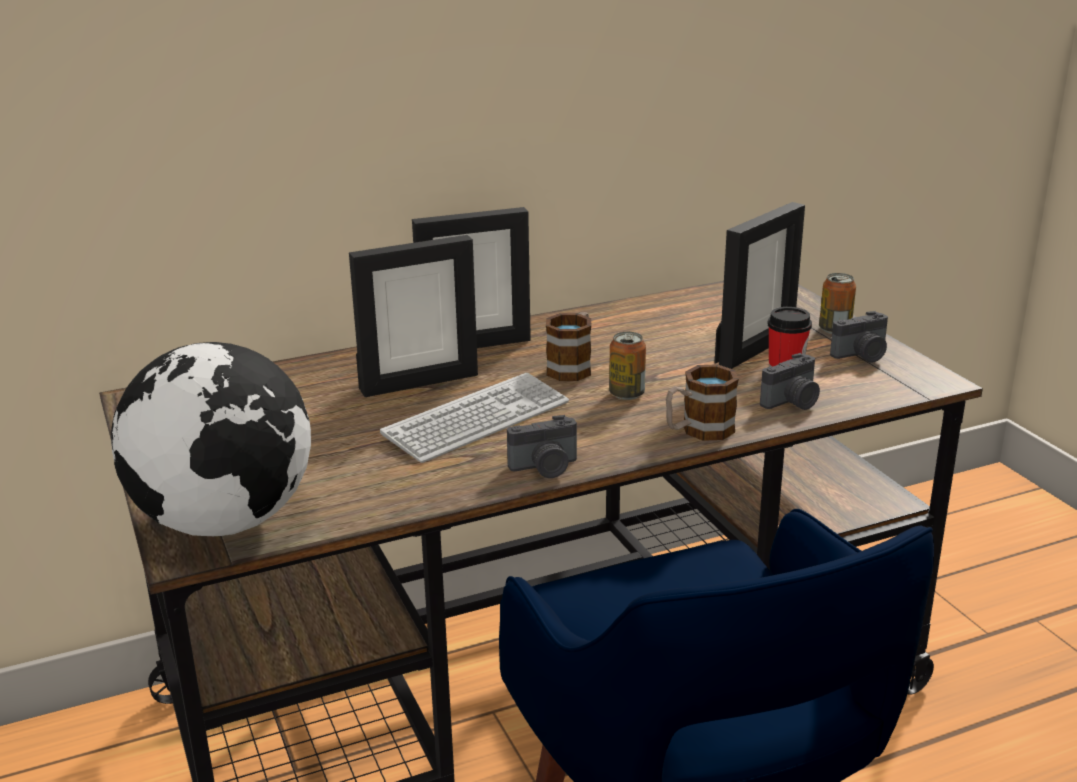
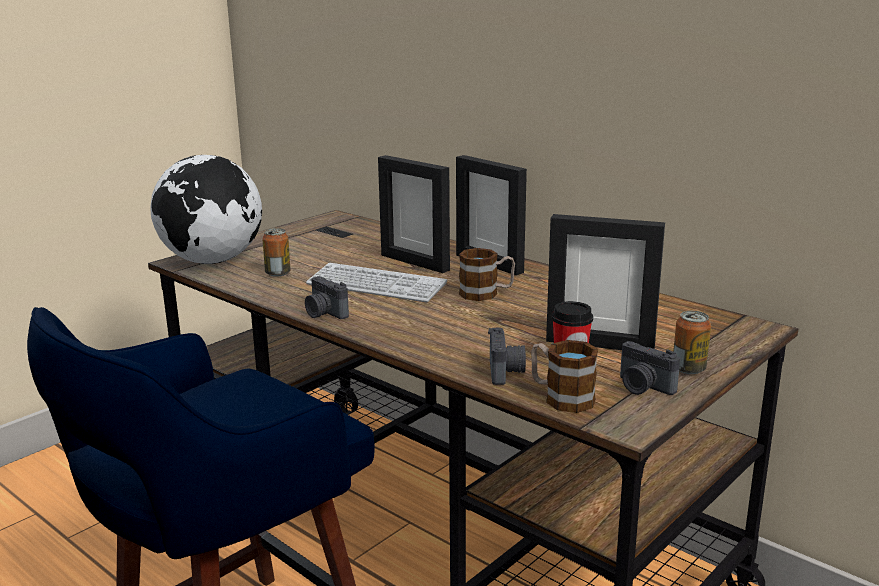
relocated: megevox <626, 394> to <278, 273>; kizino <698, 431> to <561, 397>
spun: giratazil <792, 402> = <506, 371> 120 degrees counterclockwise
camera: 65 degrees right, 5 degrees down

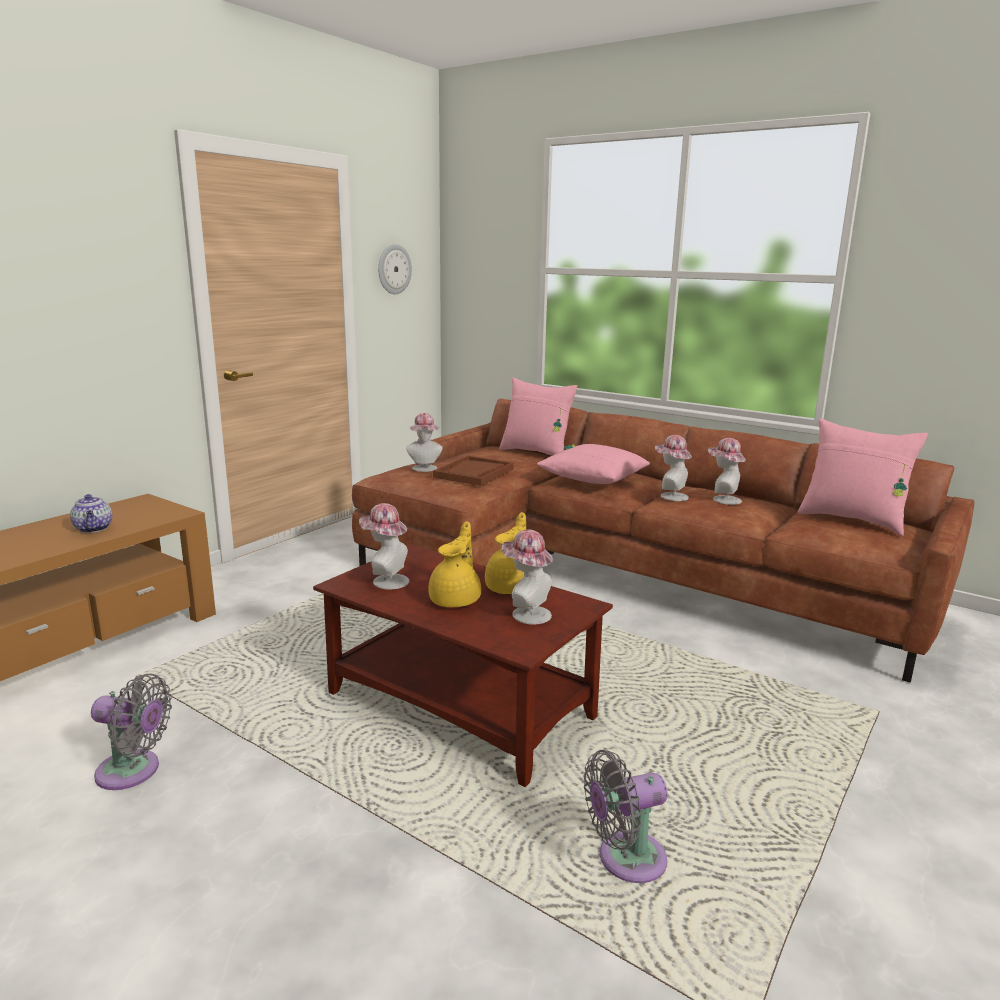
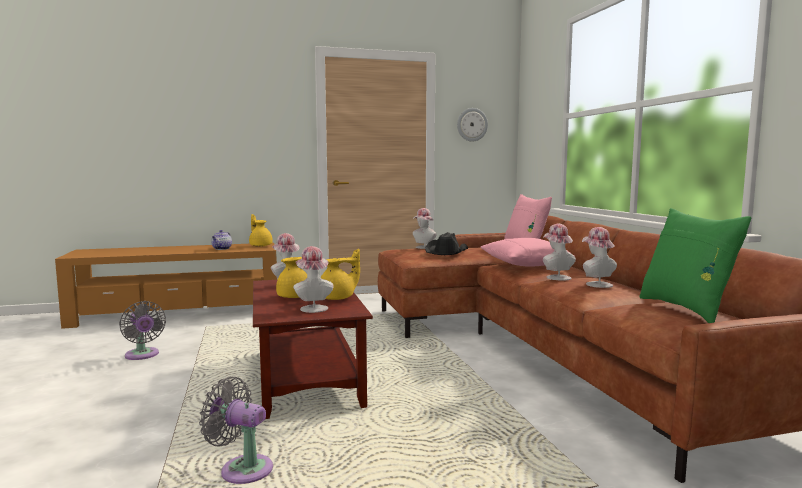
appeared: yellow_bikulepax <260, 245>
exchanged: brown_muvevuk <474, 473> to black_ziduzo <446, 252>
colour: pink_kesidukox <851, 521> to green_kesidukox <685, 310>
camera: 40 degrees right, 10 degrees down

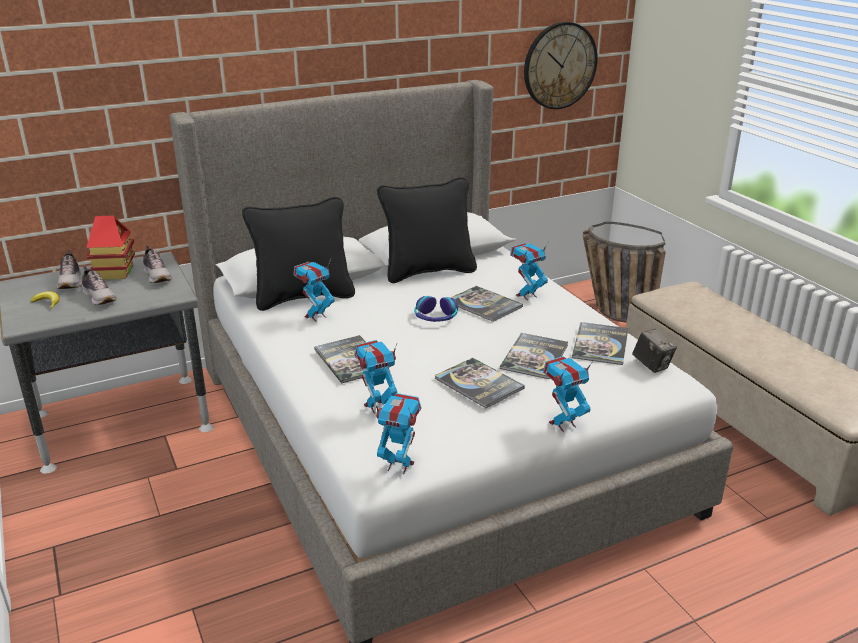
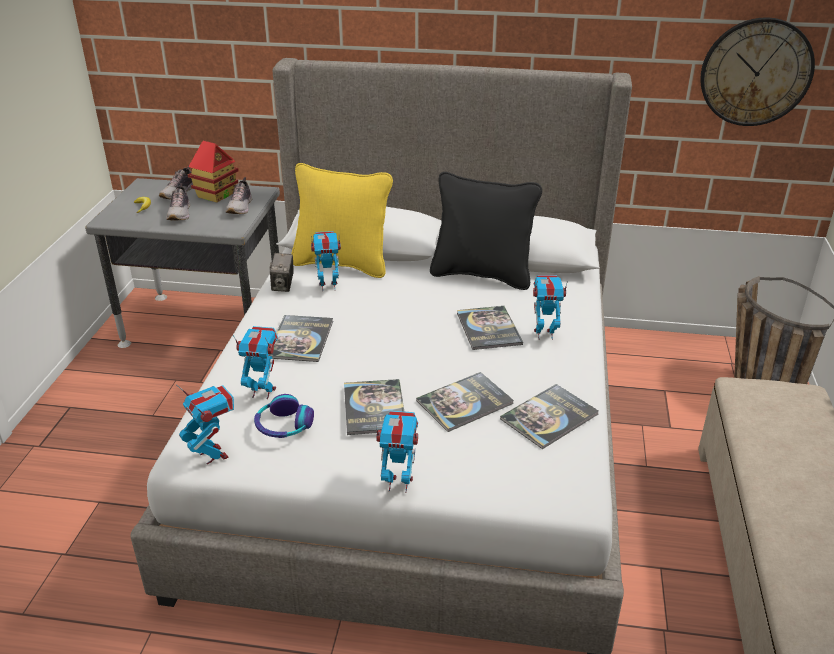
relocated: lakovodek <435, 317> to <283, 426>; giratazil <652, 365> to <283, 286>
colour: black_kesidukox <303, 297> to yellow_kesidukox <342, 264>
camera: 35 degrees right, 5 degrees up

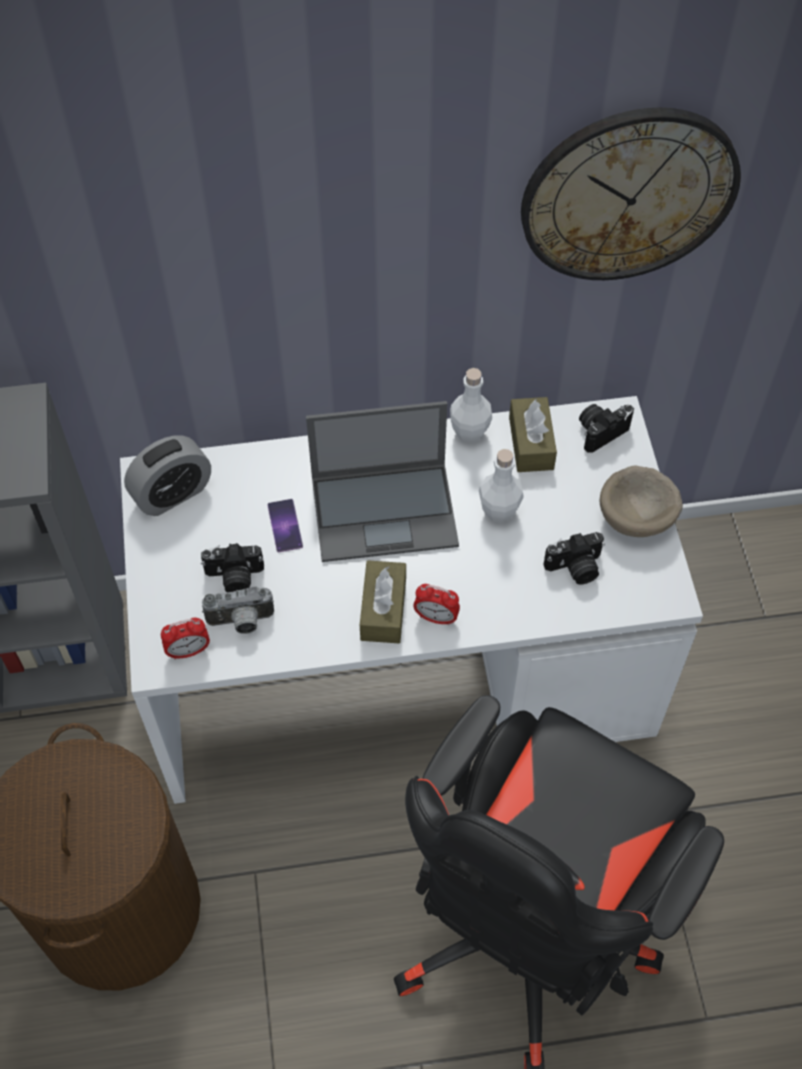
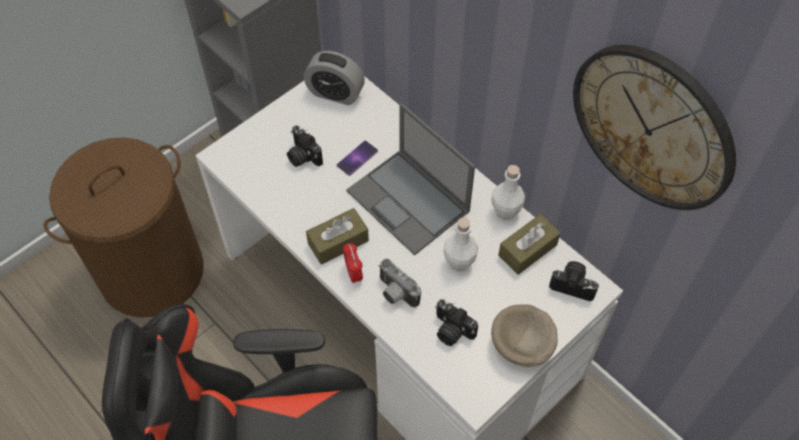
missing: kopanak <188, 651>
relocated: giratazil <241, 622> to <395, 293>
camera: 55 degrees right, 0 degrees up

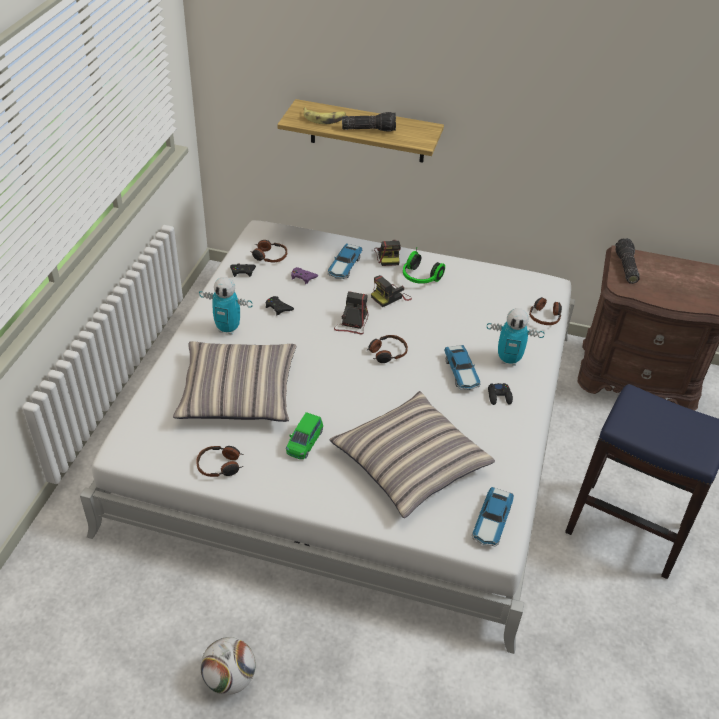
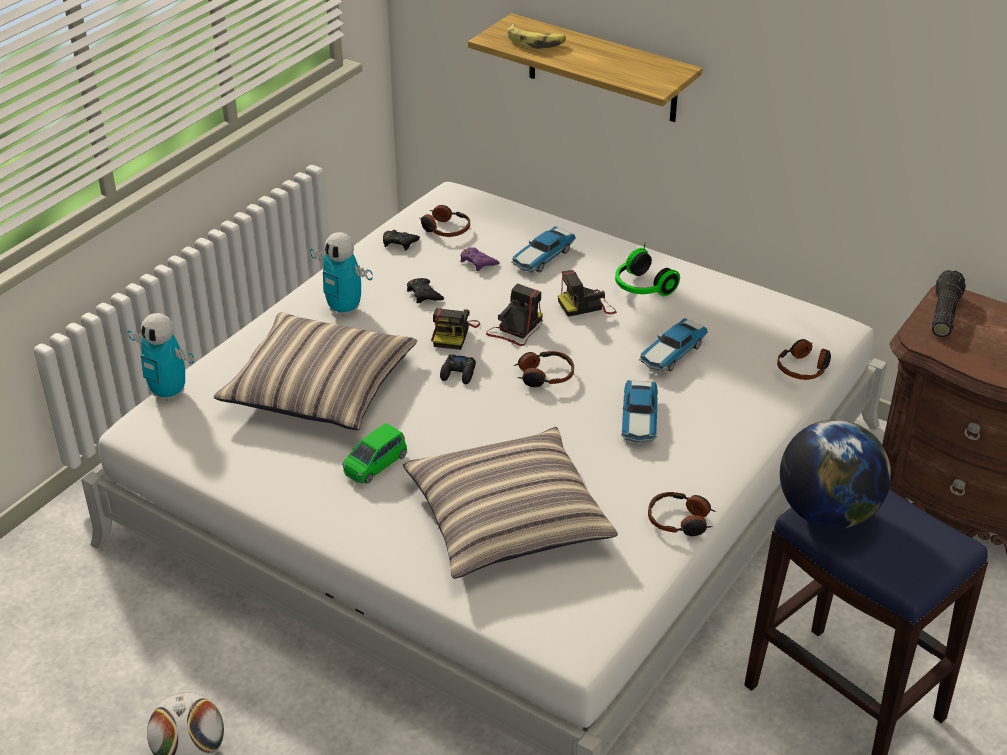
missing: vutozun <369, 129>
appeared: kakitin <827, 513>
relocated: lakovodek <220, 466> to <680, 521>; giratazil <388, 256> to <453, 333>; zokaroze <491, 522> to <671, 353>; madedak <509, 360> to <169, 393>; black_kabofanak <499, 396> to <458, 373>
camera: 20 degrees right, 5 degrees down

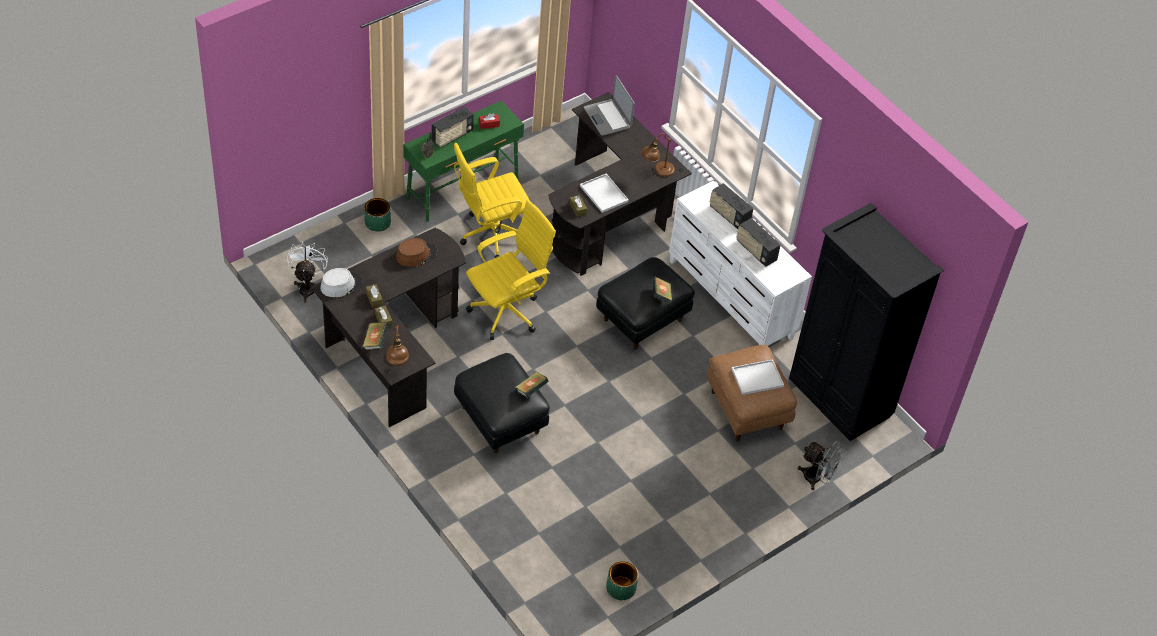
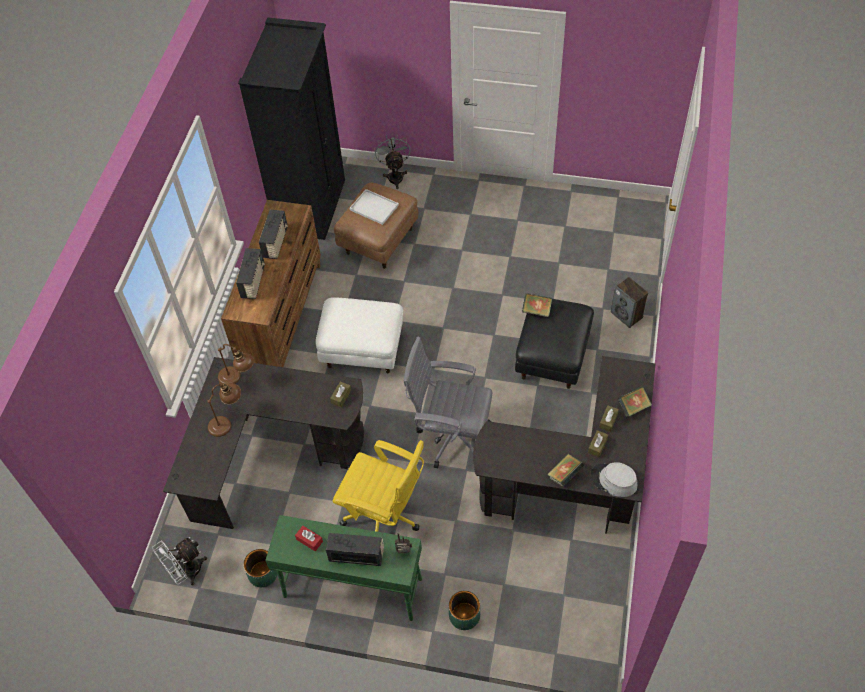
missing: brown_ziduzo <416, 255>; white_muvevuk <603, 193>; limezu <608, 118>
appeared: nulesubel <627, 315>
relocated: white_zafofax <307, 286> to <186, 572>; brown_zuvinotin <398, 364> to <227, 419>; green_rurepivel <621, 588> to <262, 573>; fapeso <661, 296> to <564, 475>
colour: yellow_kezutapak <508, 311> to grey_kezutapak <450, 437>; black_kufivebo <642, 321> to white_kufivebo <363, 351>; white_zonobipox <731, 299> to brown_zonobipox <282, 317>
camera: 125 degrees left, 5 degrees up

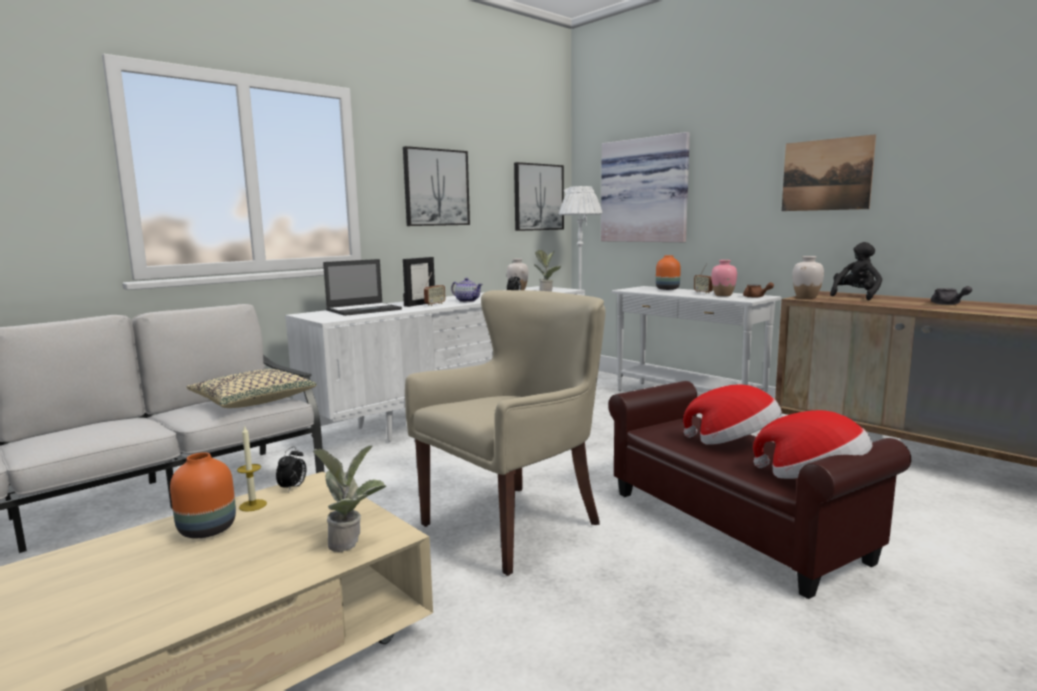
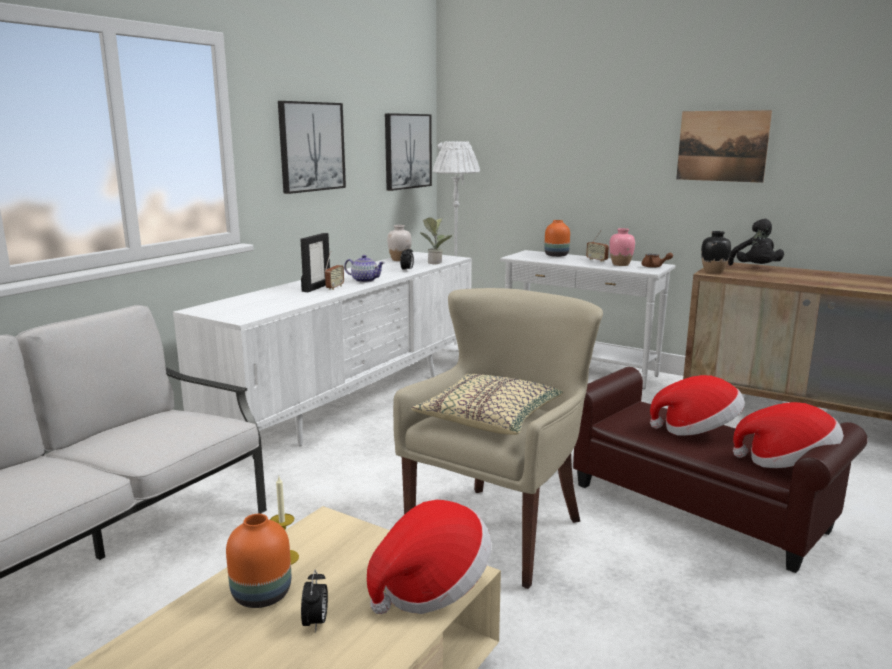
missing: limezu <364, 310>; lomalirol <645, 190>; grey_bikulepax <948, 304>
relocated: beige_kesidukox <253, 400> to <488, 418>; kopanak <293, 488> to <316, 623>
exchanged: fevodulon <352, 542> to ziduzo <431, 587>
colour: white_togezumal <806, 297> to black_togezumal <713, 271>
spun: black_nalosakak <855, 296> = <755, 269> 150 degrees clockwise
camera: 15 degrees left, 5 degrees up

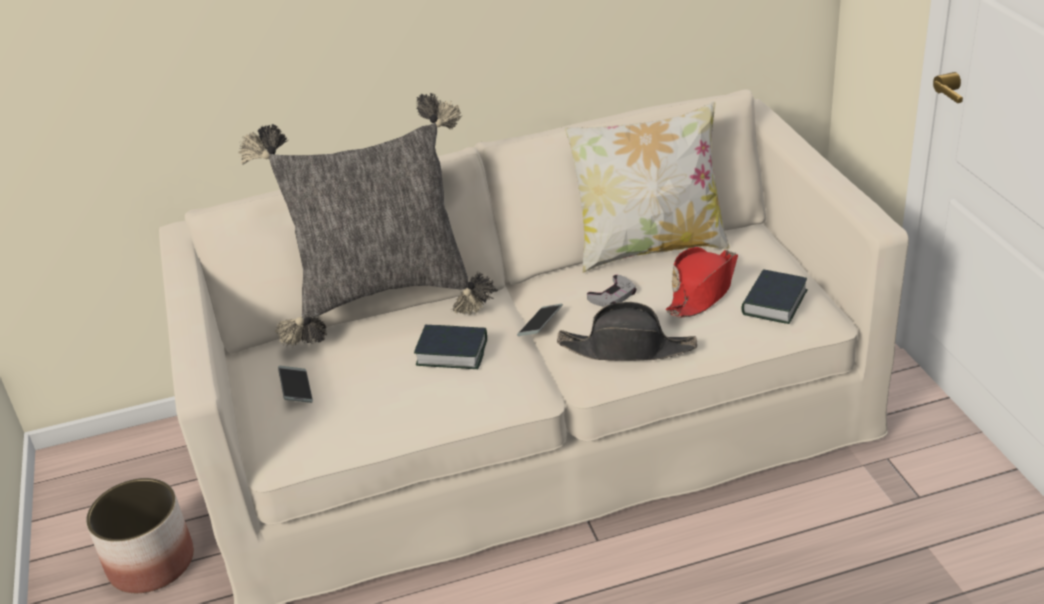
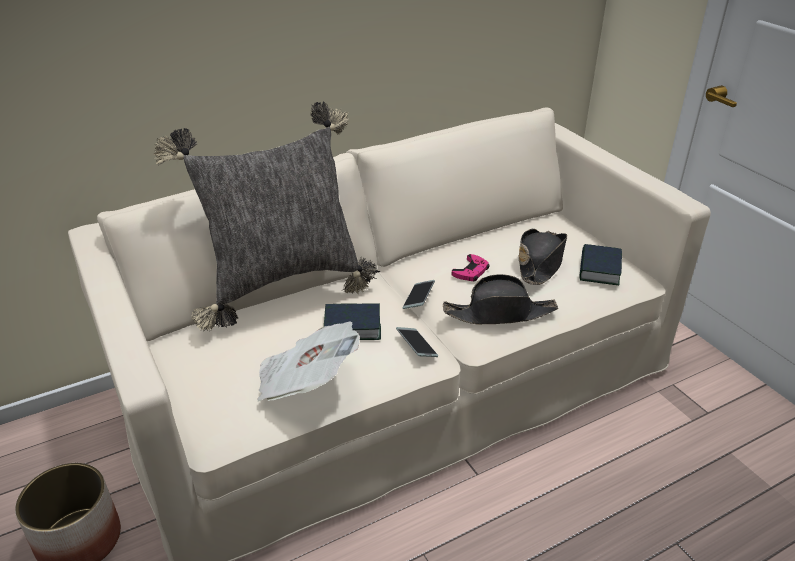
missing: kesidukox <649, 248>
appeared: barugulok <306, 382>
relocated: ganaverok <296, 389> to <416, 346>
colour: grey_kabofanak <613, 296> to pink_kabofanak <471, 271>; red_ziduzo <703, 290> to black_ziduzo <540, 263>
camera: 15 degrees left, 0 degrees up

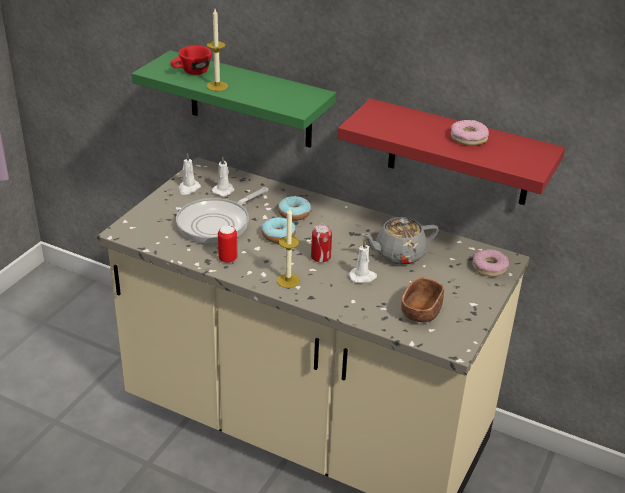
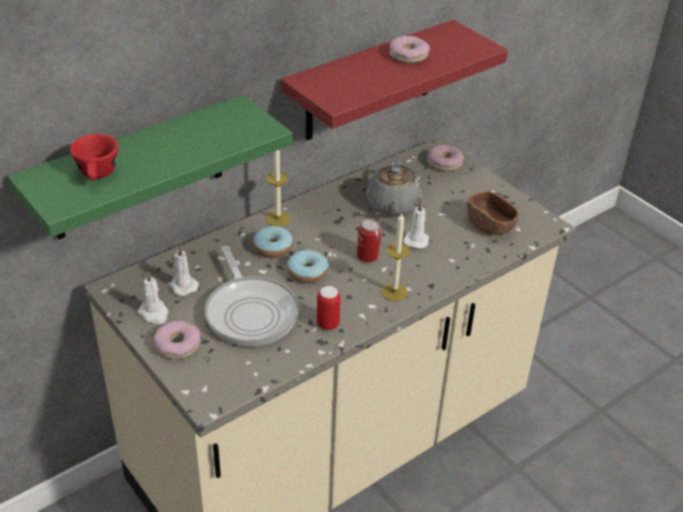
appeared: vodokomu <178, 345>
relocated: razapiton <217, 86> to <277, 219>
camera: 65 degrees left, 5 degrees up

